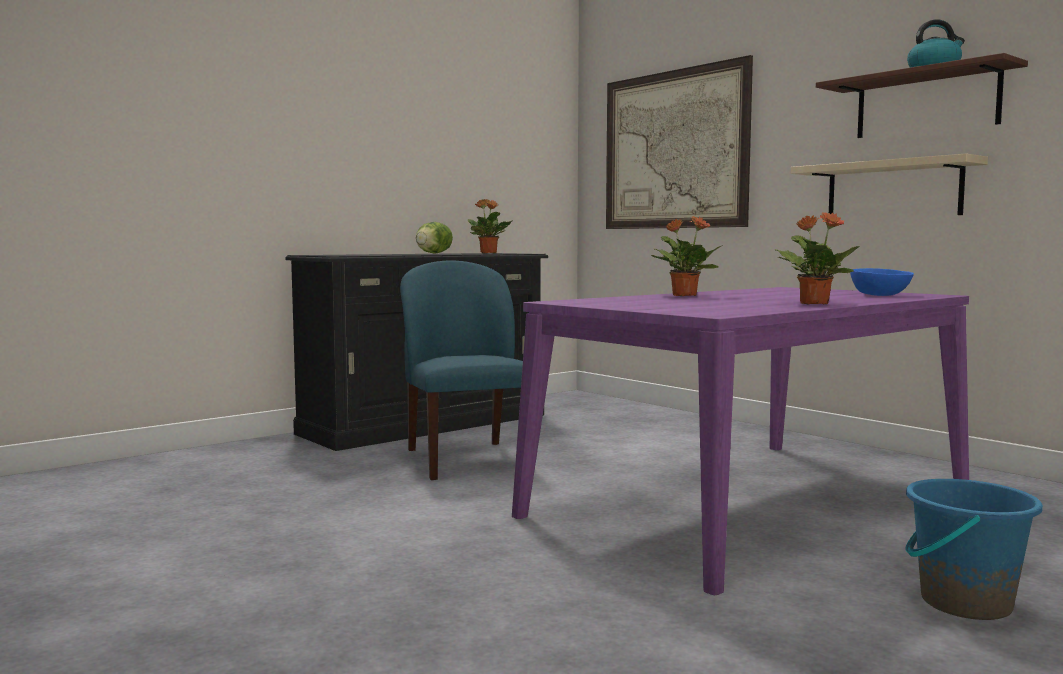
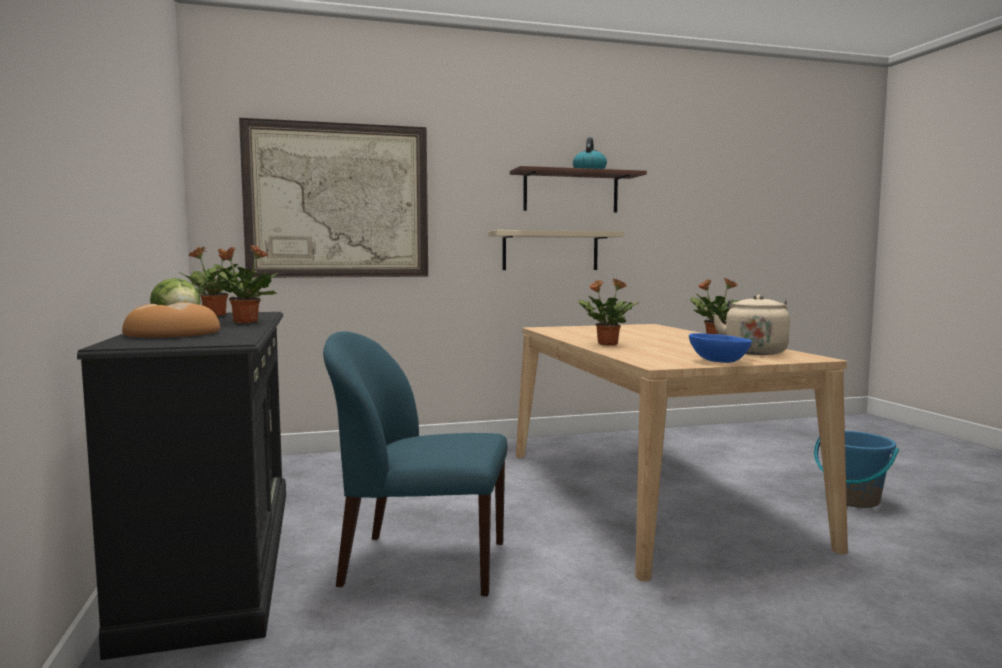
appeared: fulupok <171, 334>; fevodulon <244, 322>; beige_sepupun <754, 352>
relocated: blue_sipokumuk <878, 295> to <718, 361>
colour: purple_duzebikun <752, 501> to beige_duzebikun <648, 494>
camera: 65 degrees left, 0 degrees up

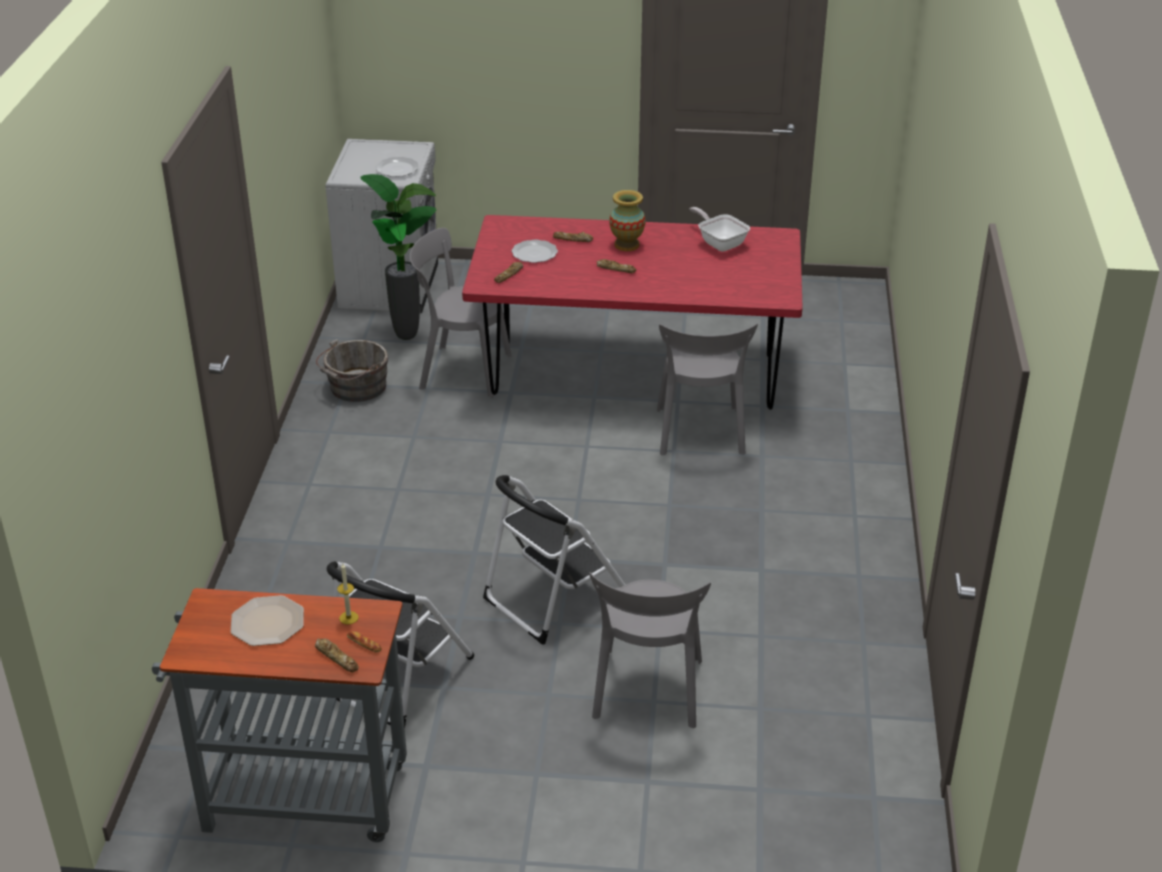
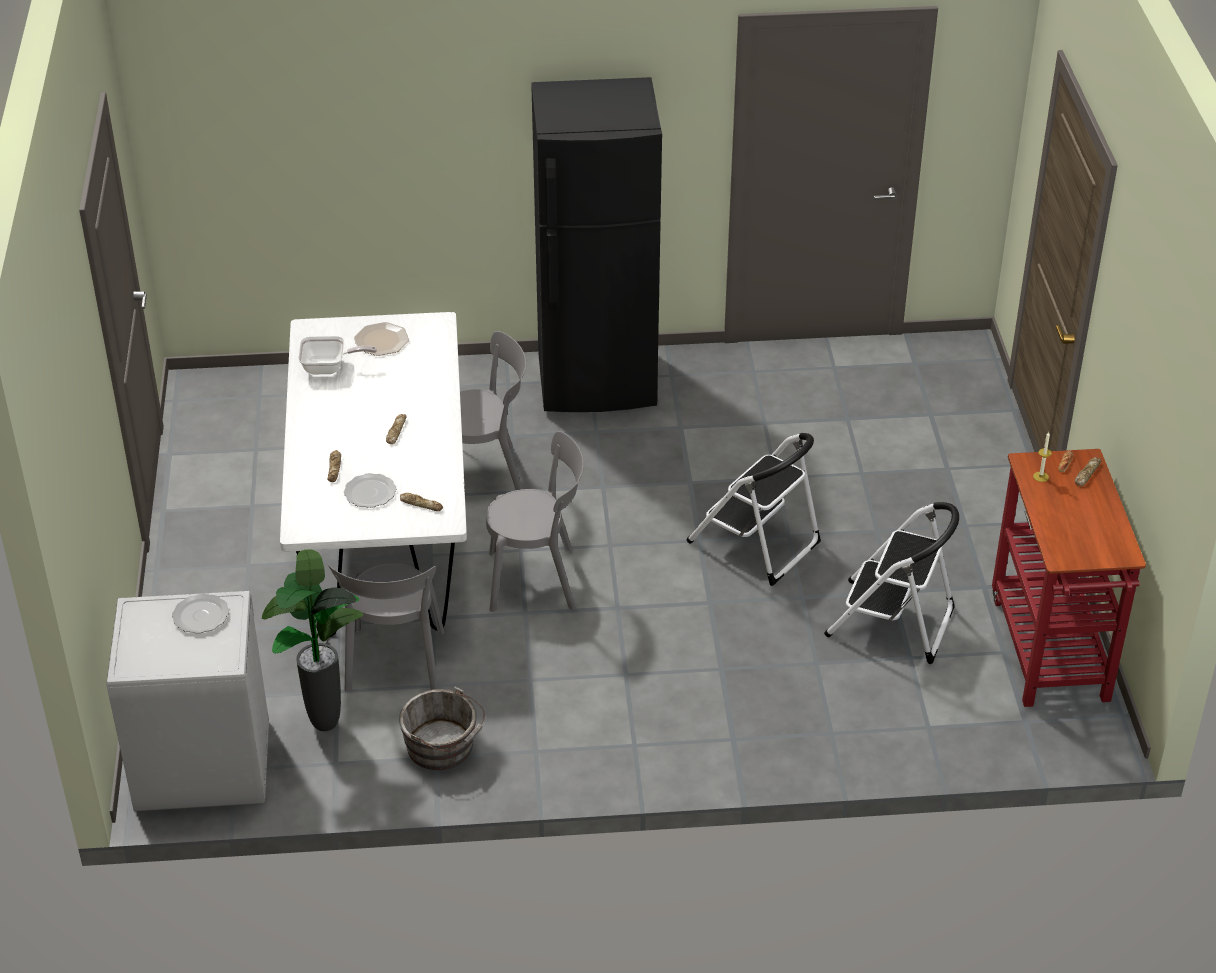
missing: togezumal <627, 245>
appeared: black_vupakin <596, 382>
relocated: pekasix <266, 622> to <381, 341>; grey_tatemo <647, 693> to <538, 580>
colour: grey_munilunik <302, 798> to red_munilunik <1050, 650>; red_duzebikun <632, 375> to white_duzebikun <385, 531>
spun: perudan <719, 243> = <329, 368> 135 degrees counterclockwise
camera: 100 degrees left, 5 degrees up

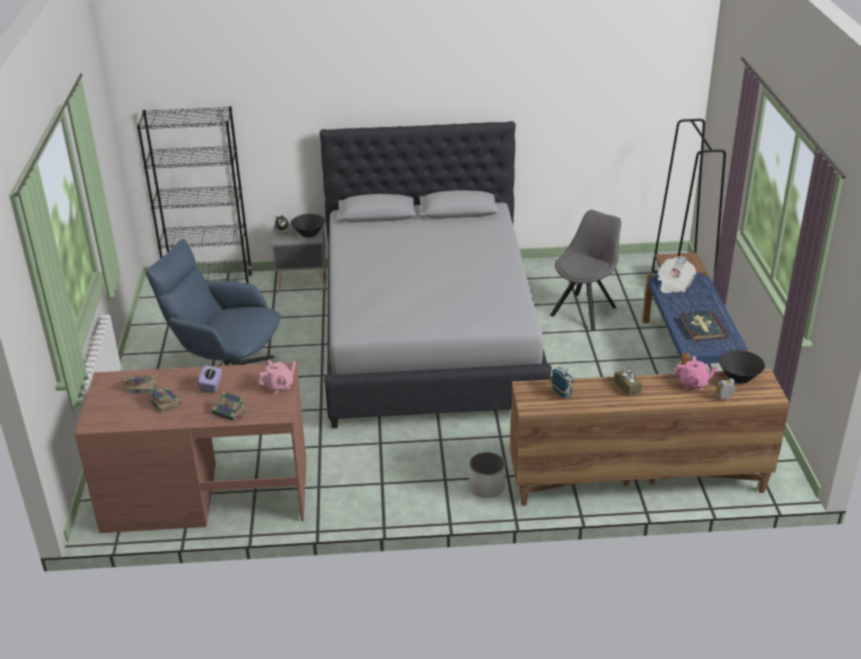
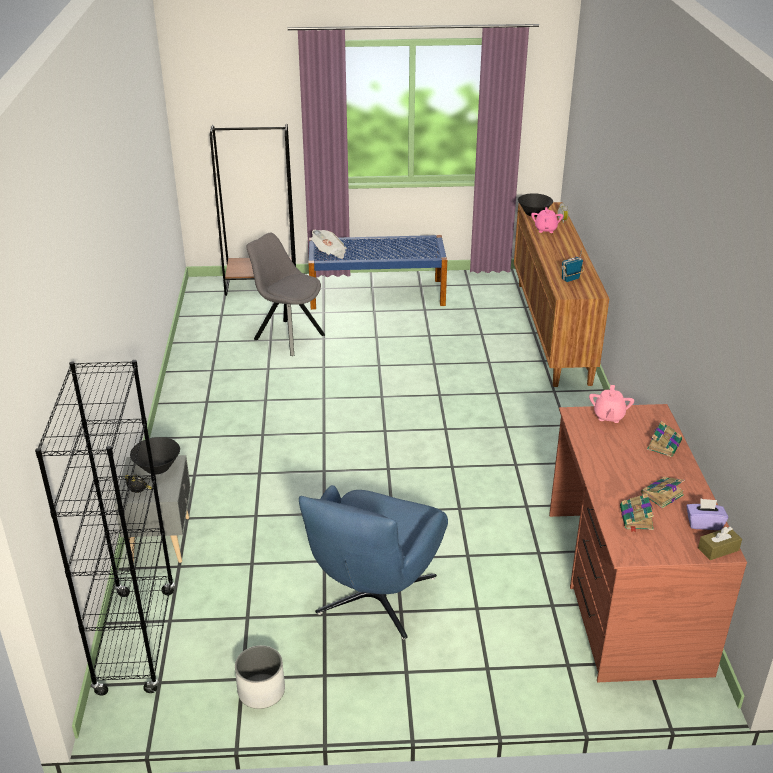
missing: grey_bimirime <429, 336>; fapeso <702, 328>
relocated: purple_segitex <211, 386> to <704, 523>; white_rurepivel <486, 487> to <261, 691>; brown_segitex <627, 387> to <718, 549>
spun: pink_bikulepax <278, 386> = <608, 416> 135 degrees counterclockwise
camera: 90 degrees left, 0 degrees up

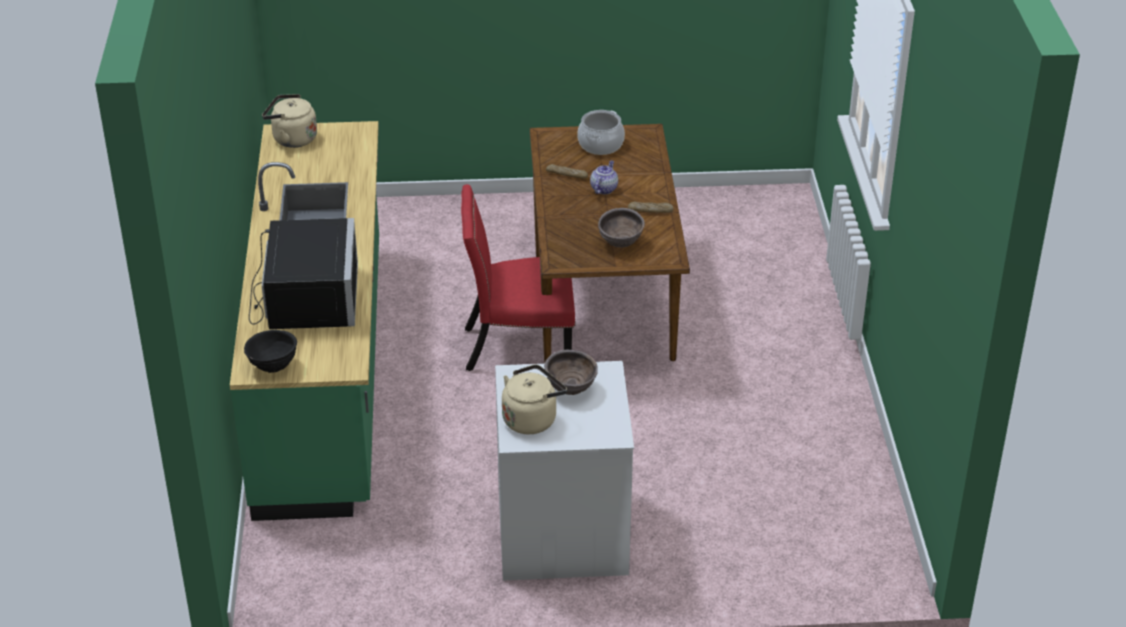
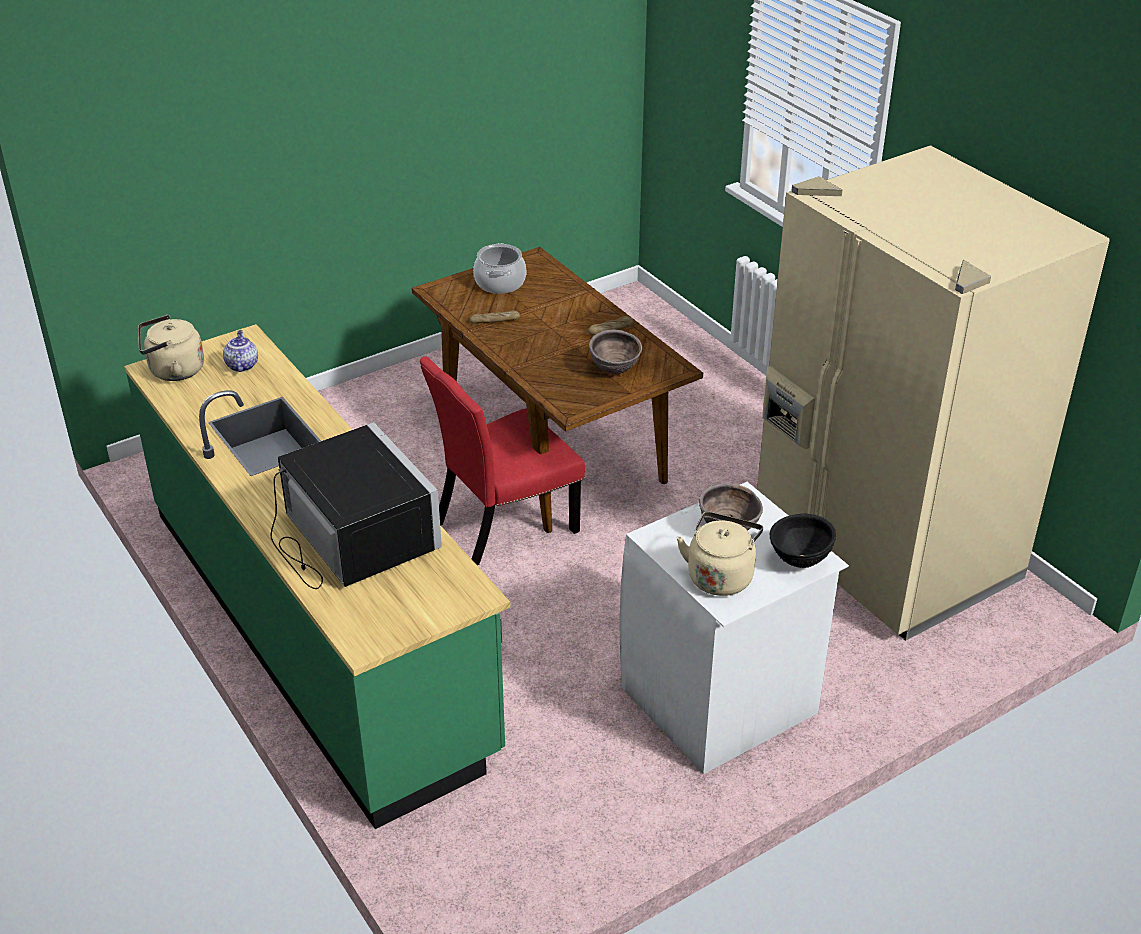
appeared: beige_vupakin <885, 551>
relocated: black_sipokumuk <273, 367> to <799, 561>; bikulepax <603, 188> to <241, 365>
camera: 30 degrees left, 0 degrees up

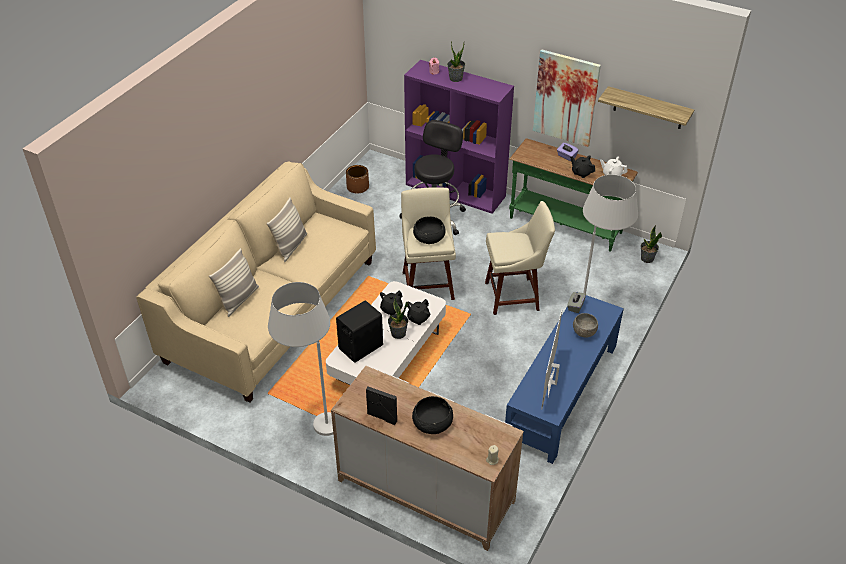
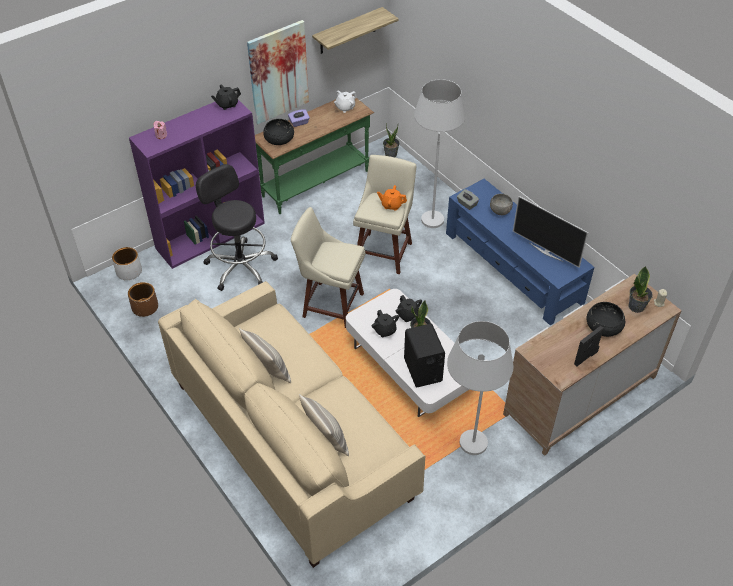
appeared: white_rurepivel <129, 271>; orange_bikulepax <391, 205>
relocated: black_sipokumuk <429, 237> to <279, 138>; fevodulon <456, 78> to <636, 306>; black_bikulepax <581, 173> to <227, 104>
camera: 65 degrees left, 5 degrees up

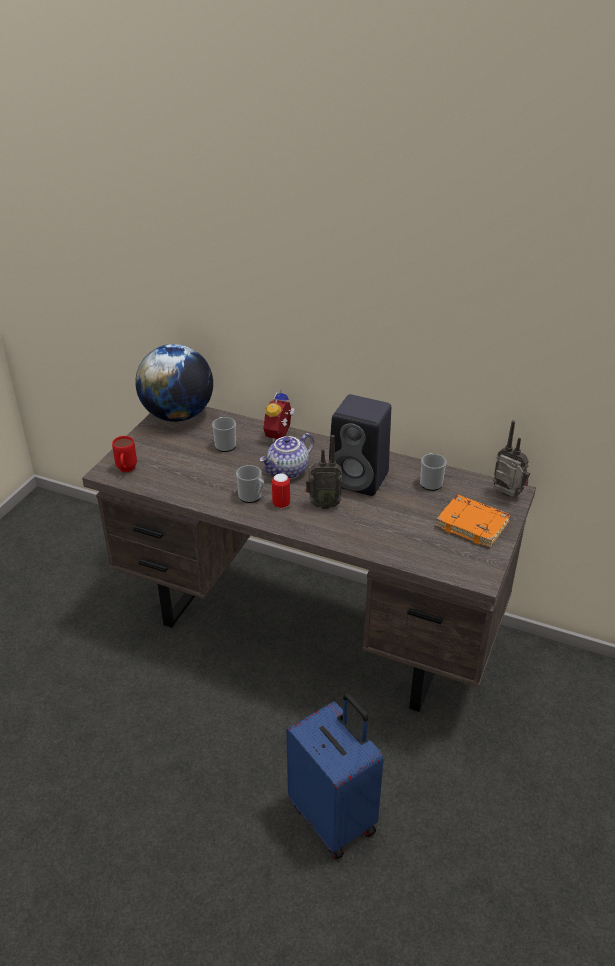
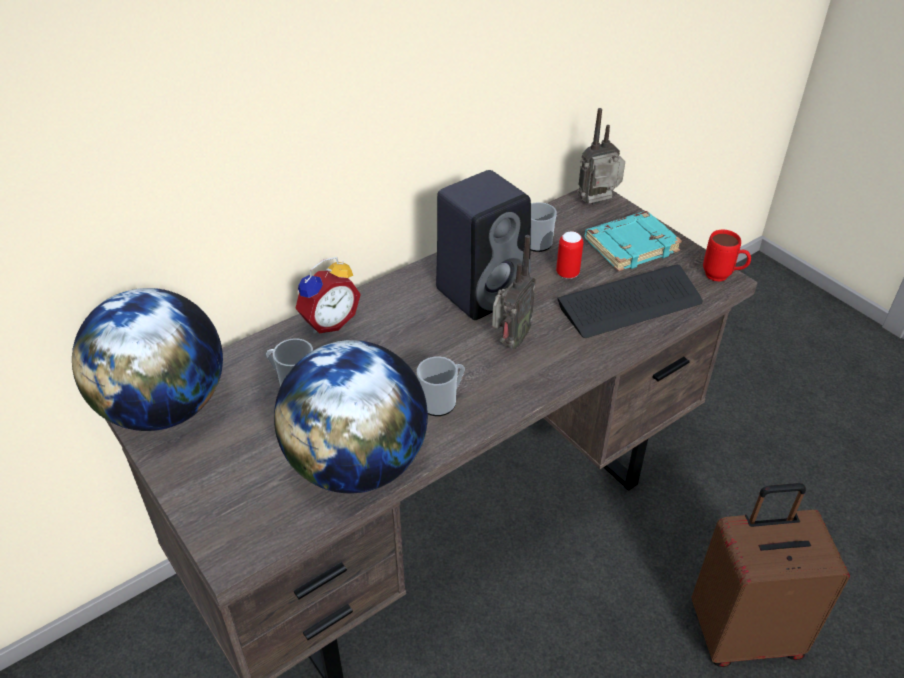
missing: bikulepax <288, 471>
appeared: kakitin <357, 464>; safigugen <630, 303>
relocated: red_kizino <126, 470> to <722, 277>; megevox <281, 504> to <567, 273>
colour: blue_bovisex <334, 817> to brown_bovisex <744, 632>; orange_fapeso <473, 524> to turquoise_fapeso <631, 245>
spun: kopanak <280, 436> = <328, 322> 90 degrees counterclockwise
camera: 60 degrees left, 5 degrees up

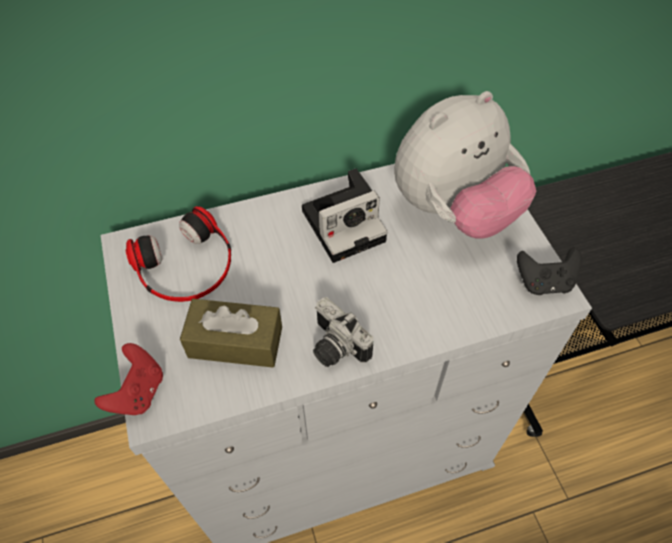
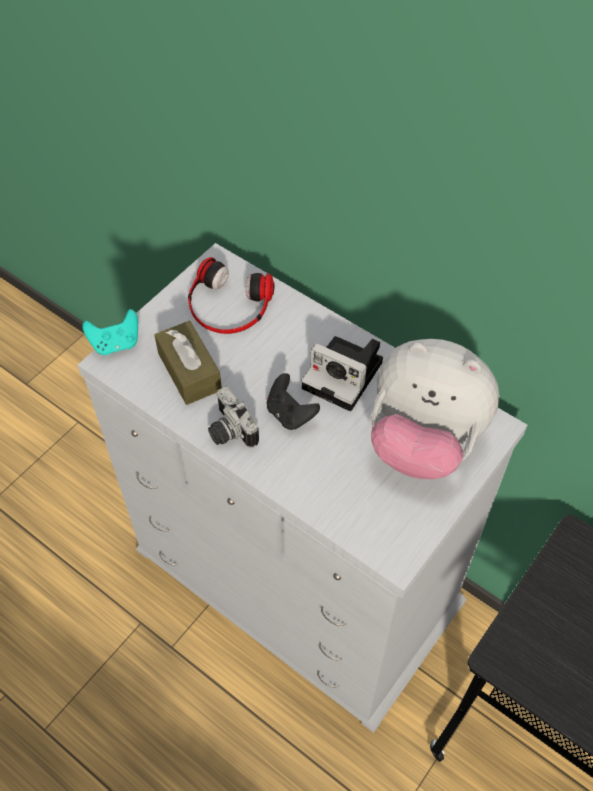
relocated: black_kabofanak <544, 282> to <290, 414>
colour: red_kabofanak <138, 392> to turquoise_kabofanak <116, 344>
spun: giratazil <334, 347> = <228, 431> 45 degrees counterclockwise
camera: 55 degrees right, 0 degrees up

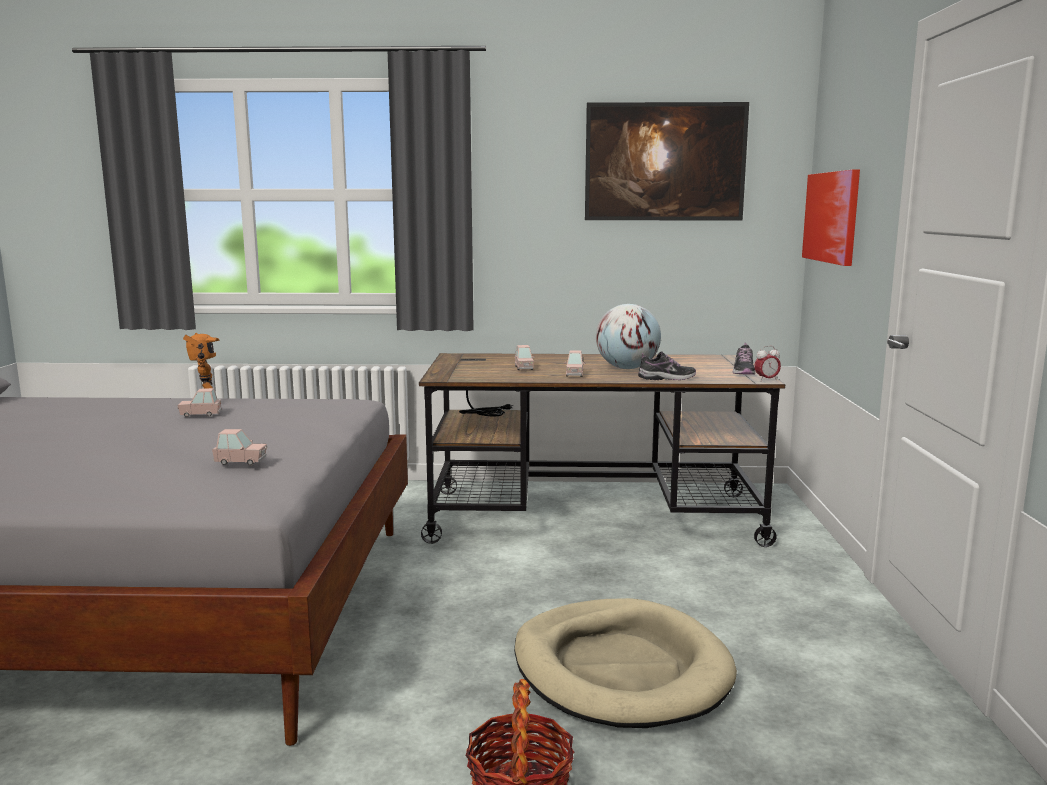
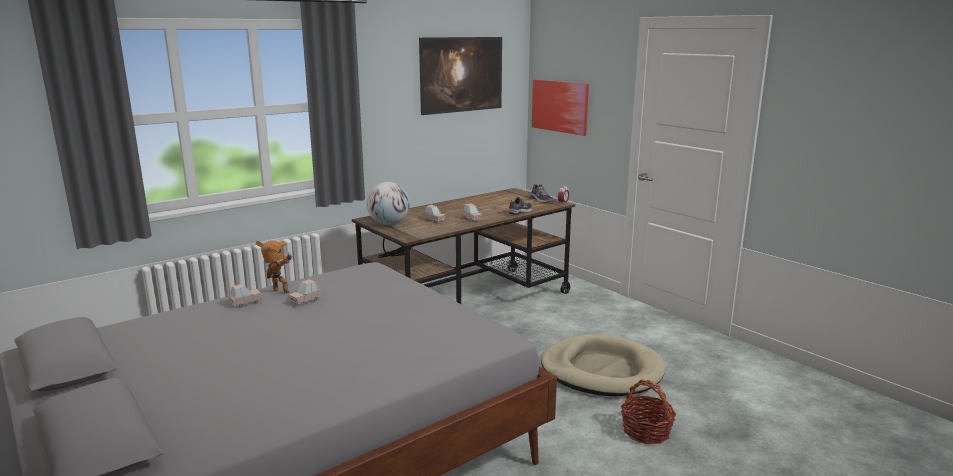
relocated: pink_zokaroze <241, 461> to <246, 303>; kakitin <627, 368> to <389, 224>
camera: 40 degrees left, 5 degrees up

